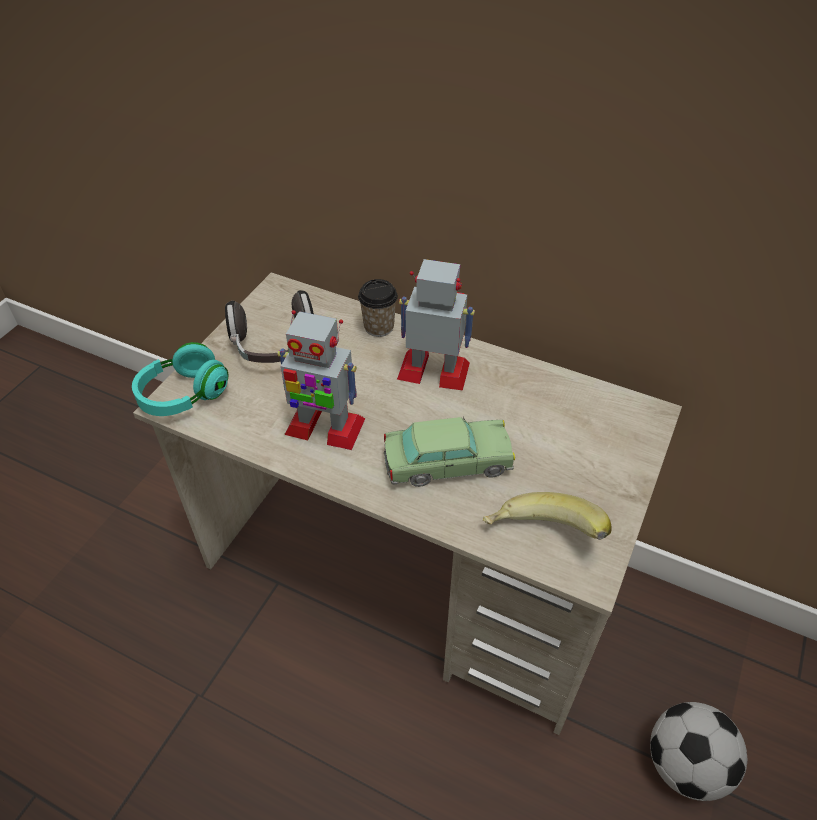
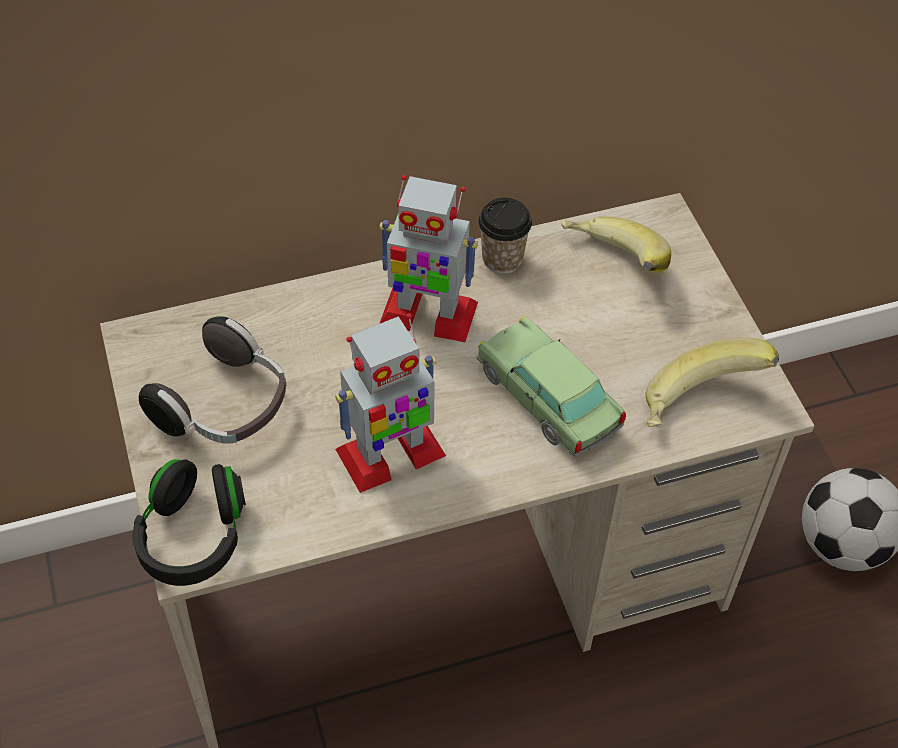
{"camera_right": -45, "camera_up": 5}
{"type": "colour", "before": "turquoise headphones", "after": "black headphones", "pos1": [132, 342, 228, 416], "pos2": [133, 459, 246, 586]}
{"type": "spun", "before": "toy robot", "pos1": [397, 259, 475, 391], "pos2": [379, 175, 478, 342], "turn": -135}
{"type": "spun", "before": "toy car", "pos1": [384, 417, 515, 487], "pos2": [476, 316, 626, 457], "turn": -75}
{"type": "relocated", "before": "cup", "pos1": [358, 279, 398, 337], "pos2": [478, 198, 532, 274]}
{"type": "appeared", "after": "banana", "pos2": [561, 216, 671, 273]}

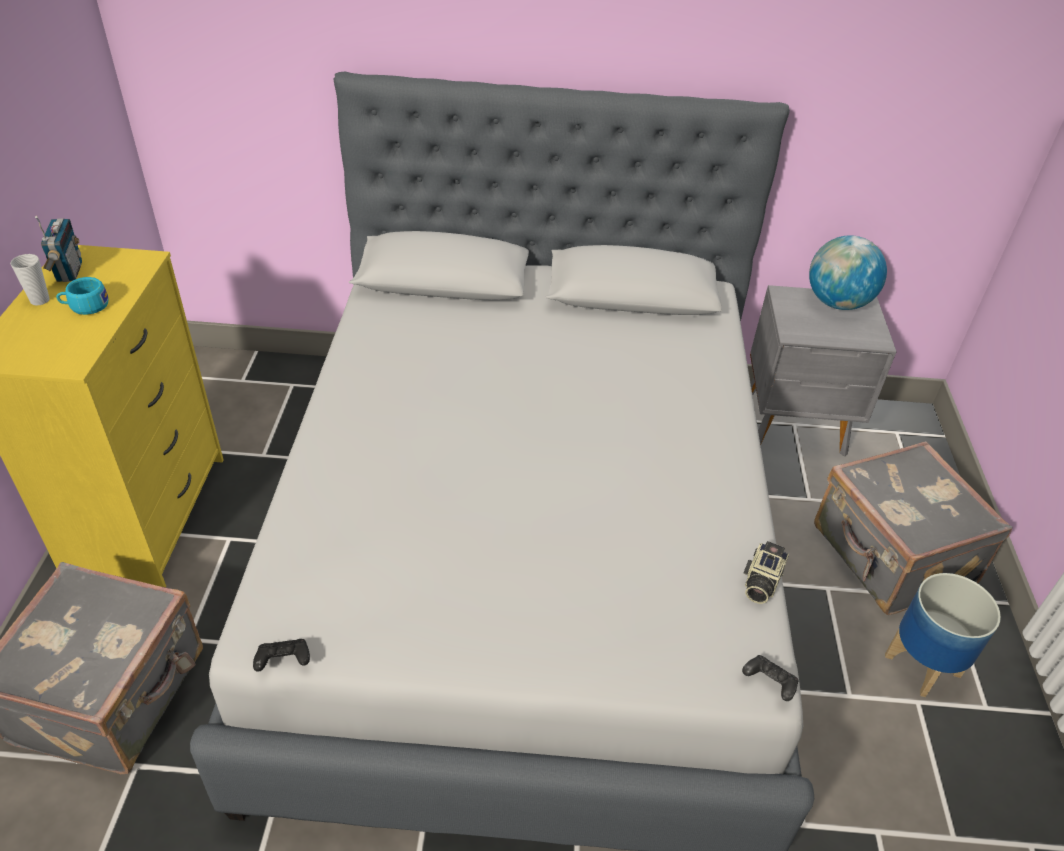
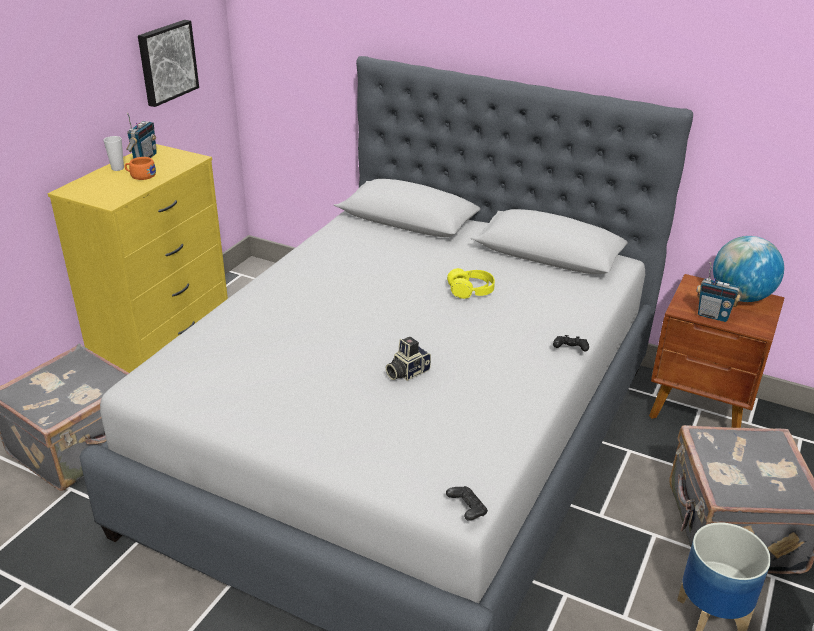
{"camera_right": 25, "camera_up": -10}
{"type": "colour", "before": "turquoise cup", "after": "orange cup", "pos1": [56, 277, 109, 315], "pos2": [125, 157, 156, 180]}
{"type": "appeared", "after": "picture", "pos2": [138, 20, 199, 107]}
{"type": "relocated", "before": "photo camera", "pos1": [744, 541, 789, 604], "pos2": [386, 336, 431, 381]}
{"type": "appeared", "after": "yellow headphones", "pos2": [447, 268, 495, 299]}
{"type": "relocated", "before": "black game controller", "pos1": [253, 639, 310, 672], "pos2": [553, 335, 589, 352]}
{"type": "colour", "before": "grey nightstand", "after": "brown nightstand", "pos1": [750, 285, 897, 457], "pos2": [649, 274, 785, 428]}
{"type": "appeared", "after": "radio", "pos2": [696, 262, 741, 322]}

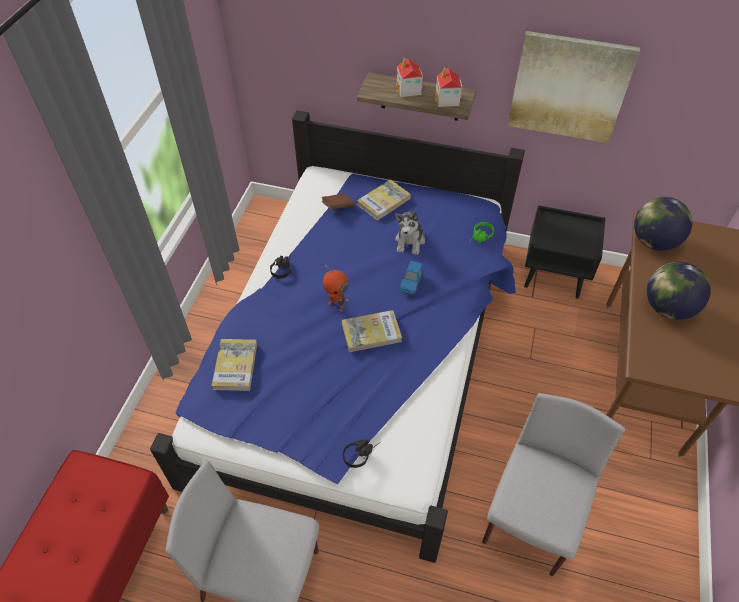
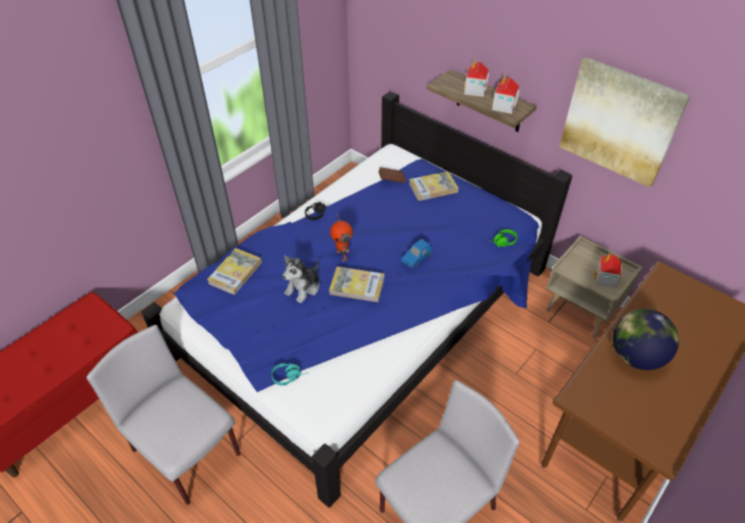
{"camera_right": 25, "camera_up": -5}
{"type": "colour", "before": "black headphones", "after": "turquoise headphones", "pos1": [343, 439, 380, 468], "pos2": [271, 363, 307, 385]}
{"type": "relocated", "before": "plush toy", "pos1": [395, 211, 425, 255], "pos2": [283, 255, 319, 303]}
{"type": "colour", "before": "black nightstand", "after": "beige nightstand", "pos1": [524, 205, 605, 299], "pos2": [546, 236, 643, 339]}
{"type": "appeared", "after": "toy house", "pos2": [594, 254, 622, 288]}
{"type": "missing", "before": "globe", "pos1": [634, 197, 692, 251]}

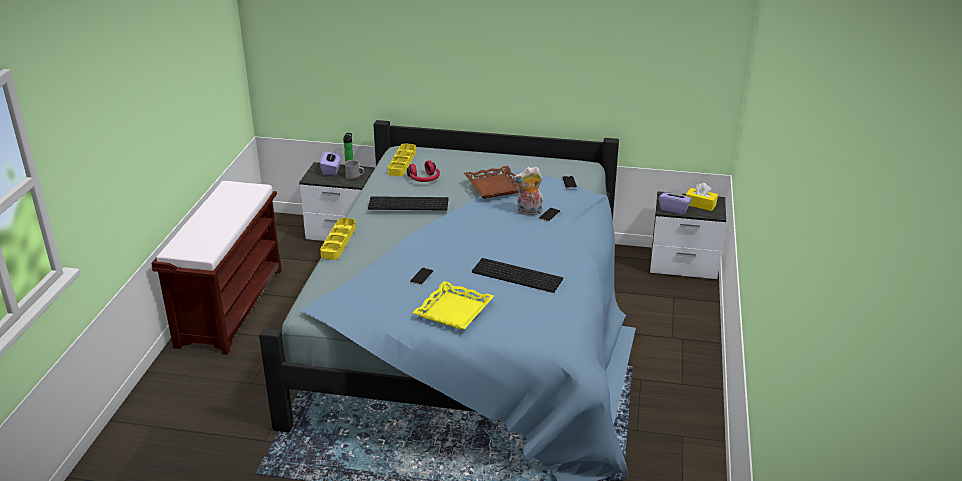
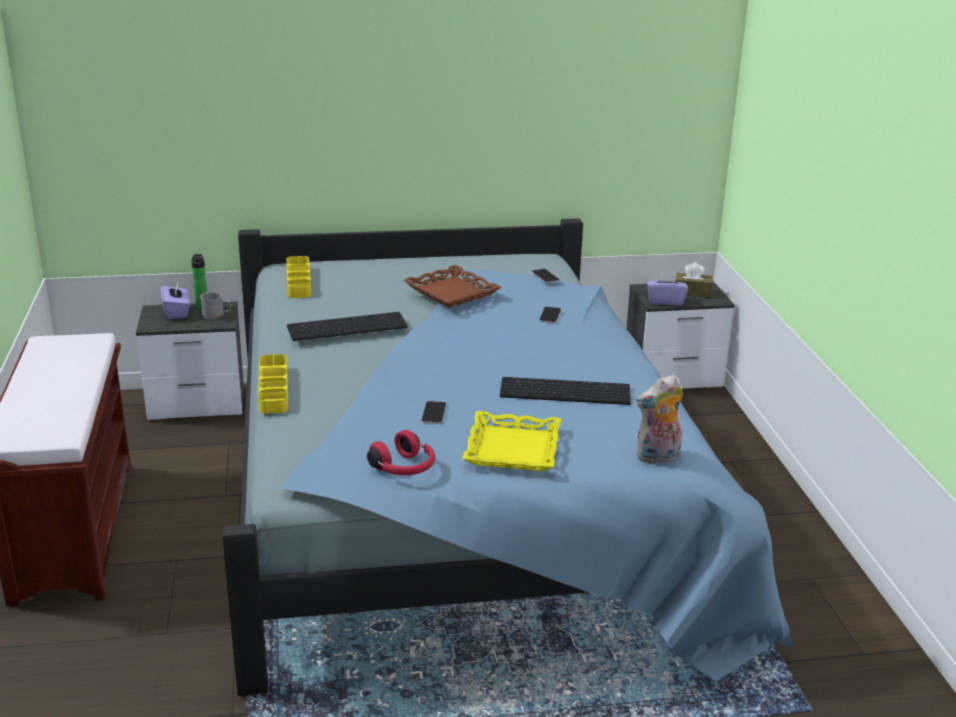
{"camera_right": -20, "camera_up": -5}
{"type": "relocated", "before": "red headphones", "pos1": [407, 160, 440, 182], "pos2": [367, 430, 435, 475]}
{"type": "relocated", "before": "plush toy", "pos1": [513, 166, 543, 215], "pos2": [637, 374, 683, 464]}
{"type": "colour", "before": "yellow tissue box", "after": "brown tissue box", "pos1": [686, 183, 718, 211], "pos2": [675, 262, 713, 298]}

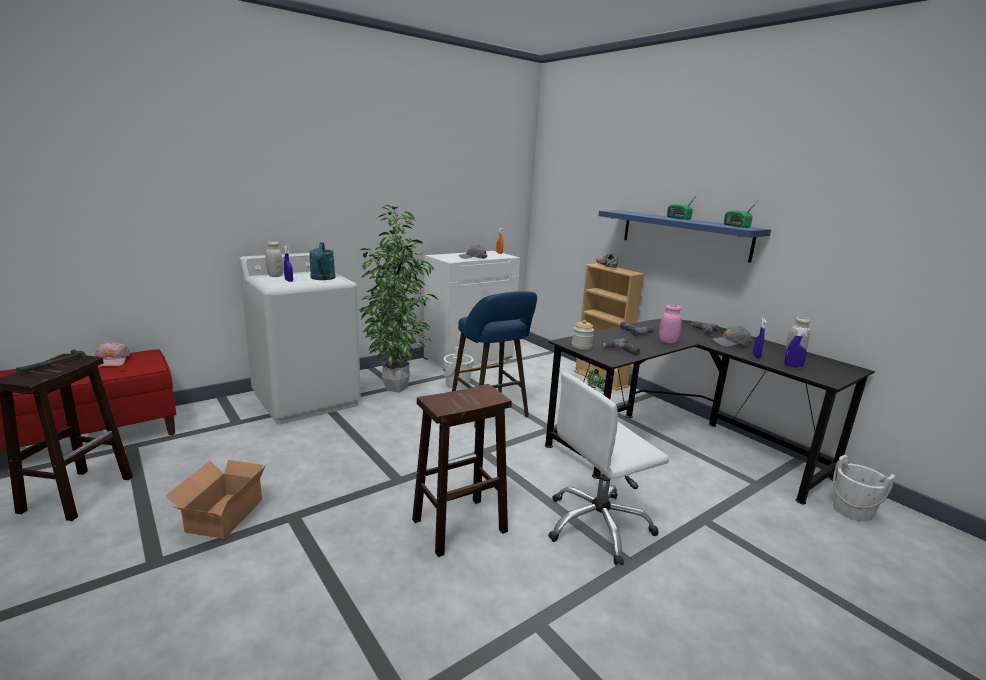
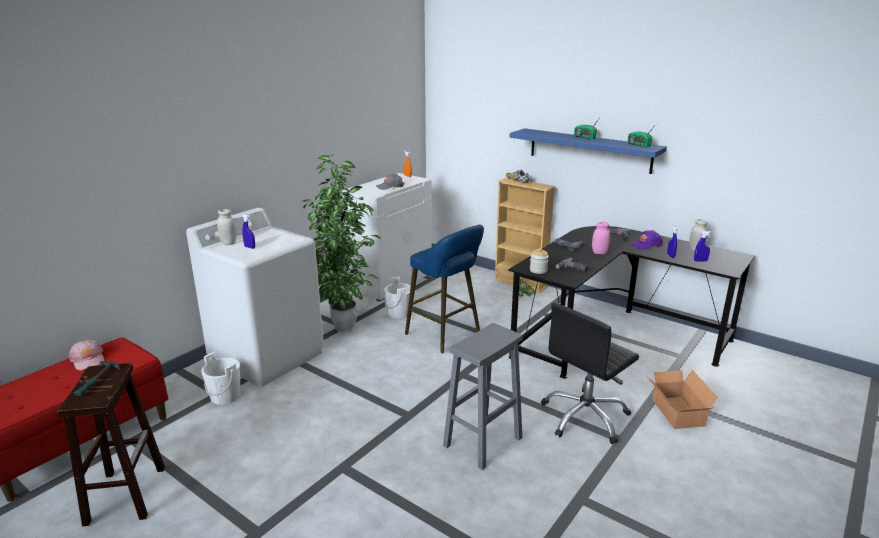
{"camera_right": -15, "camera_up": 5}
{"type": "relocated", "before": "white bucket", "pos1": [833, 455, 895, 521], "pos2": [201, 352, 240, 405]}
{"type": "colour", "before": "brown stool", "after": "grey stool", "pos1": [412, 384, 512, 557], "pos2": [443, 323, 523, 470]}
{"type": "colour", "before": "white office chair", "after": "black office chair", "pos1": [548, 372, 669, 565], "pos2": [541, 303, 639, 444]}
{"type": "colour", "before": "grey cap", "after": "purple cap", "pos1": [712, 326, 753, 346], "pos2": [630, 230, 663, 250]}
{"type": "relocated", "before": "cardboard box", "pos1": [165, 460, 266, 539], "pos2": [647, 370, 718, 429]}
{"type": "missing", "before": "turquoise watering can", "pos1": [309, 242, 336, 280]}

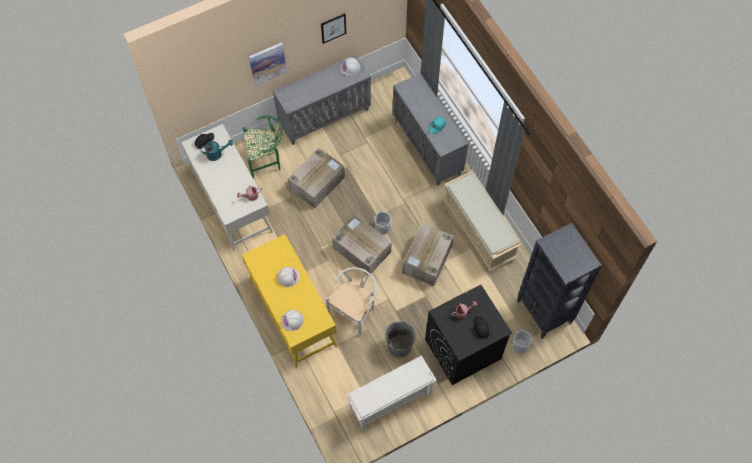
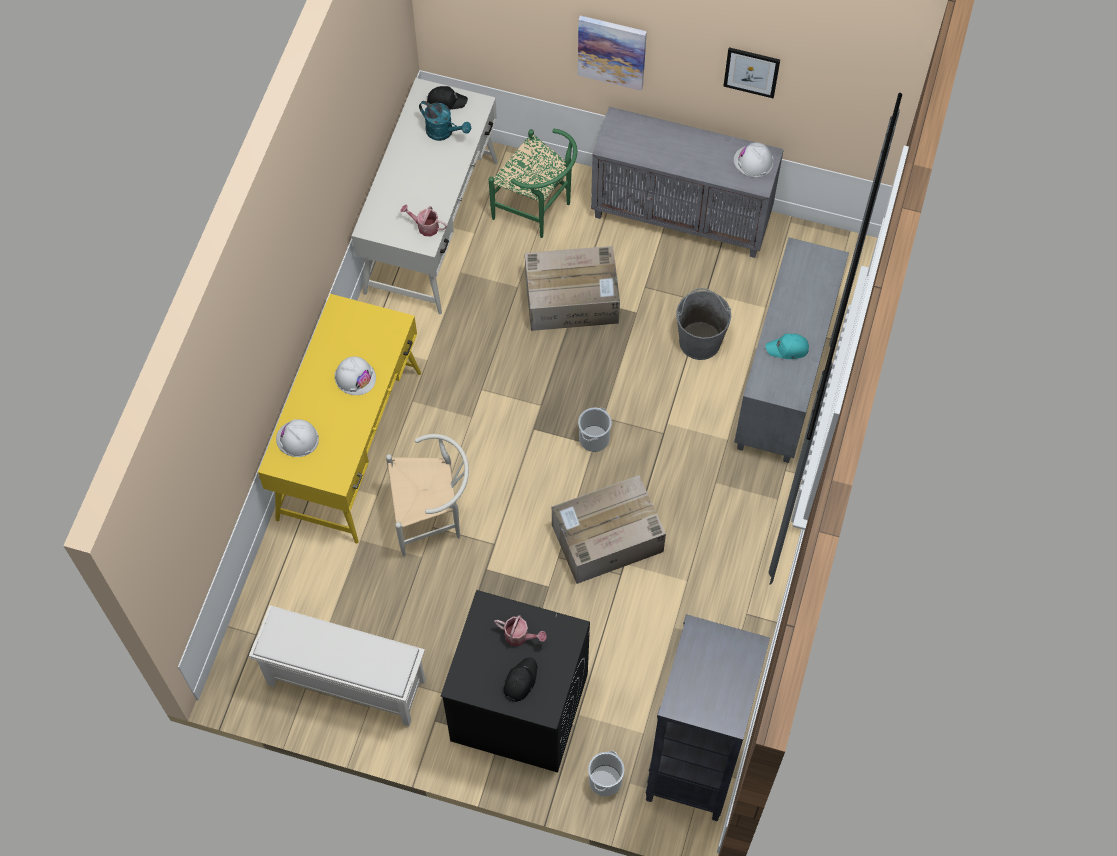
{"camera_right": 45, "camera_up": 0}
{"type": "relocated", "before": "grey bucket", "pos1": [385, 321, 416, 358], "pos2": [676, 288, 731, 360]}
{"type": "missing", "before": "cardboard box", "pos1": [332, 214, 392, 275]}
{"type": "missing", "before": "beige bench", "pos1": [443, 171, 521, 272]}

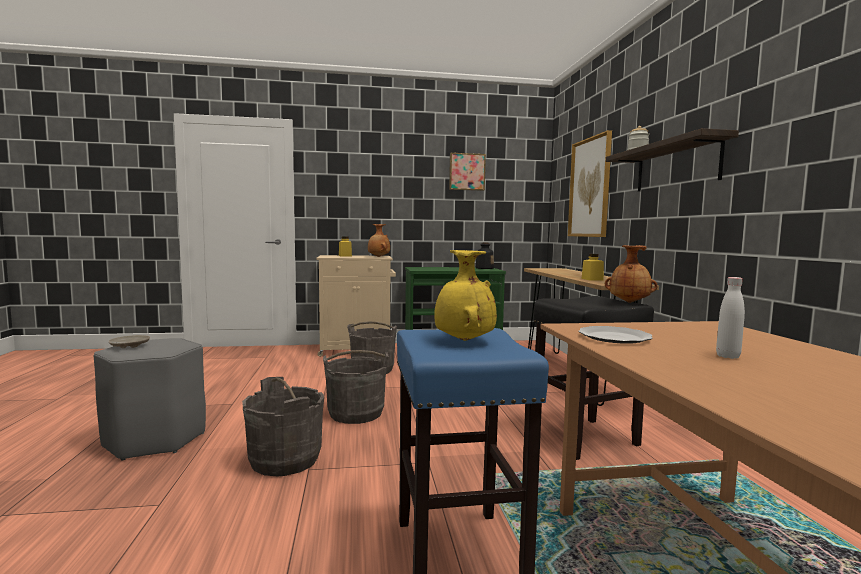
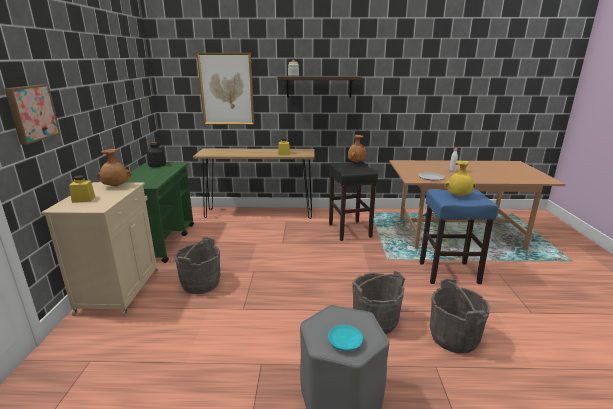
{"camera_right": -80, "camera_up": 15}
{"type": "relocated", "before": "picture", "pos1": [449, 153, 486, 191], "pos2": [4, 84, 60, 145]}
{"type": "colour", "before": "beige plate", "after": "turquoise plate", "pos1": [109, 335, 150, 348], "pos2": [328, 325, 363, 351]}
{"type": "relocated", "before": "grey bucket", "pos1": [323, 350, 389, 424], "pos2": [430, 279, 490, 353]}

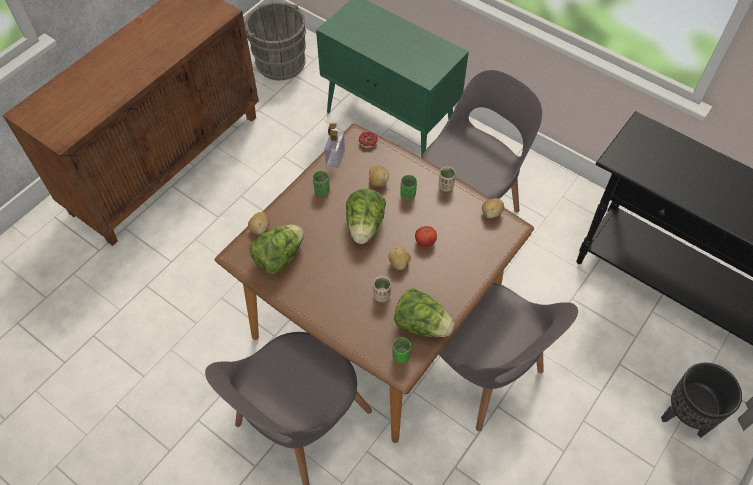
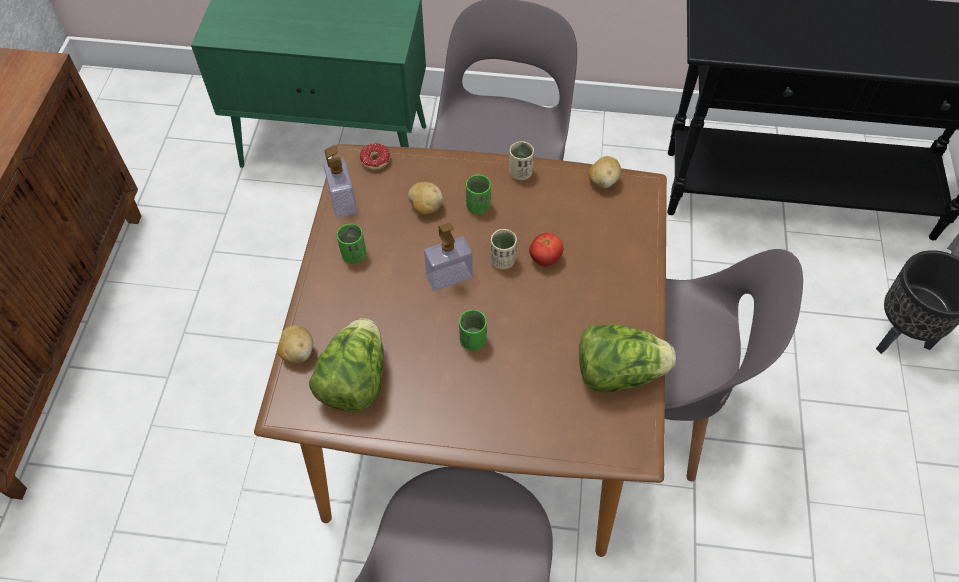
{"camera_right": -30, "camera_up": 0}
{"type": "exchanged", "before": "lettuce", "after": "soap dispenser", "pos1": [346, 189, 386, 244], "pos2": [424, 223, 473, 291]}
{"type": "relocated", "before": "green cup", "pos1": [392, 337, 411, 364], "pos2": [459, 310, 487, 351]}
{"type": "relocated", "before": "beige cup", "pos1": [373, 276, 391, 302], "pos2": [490, 229, 517, 269]}
{"type": "missing", "before": "grey bucket", "pos1": [245, 2, 307, 80]}
{"type": "missing", "before": "potato", "pos1": [389, 246, 411, 270]}

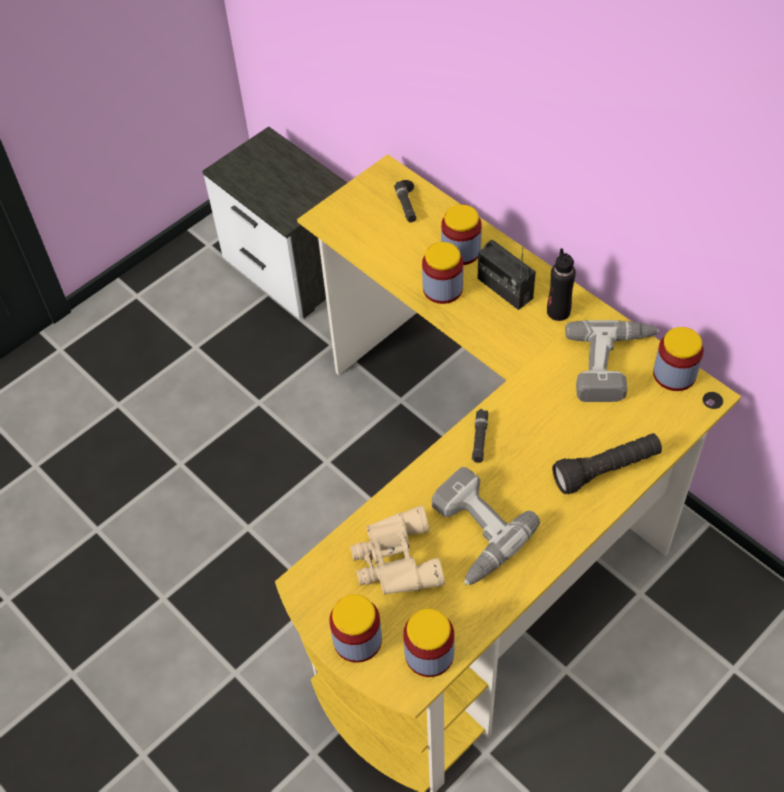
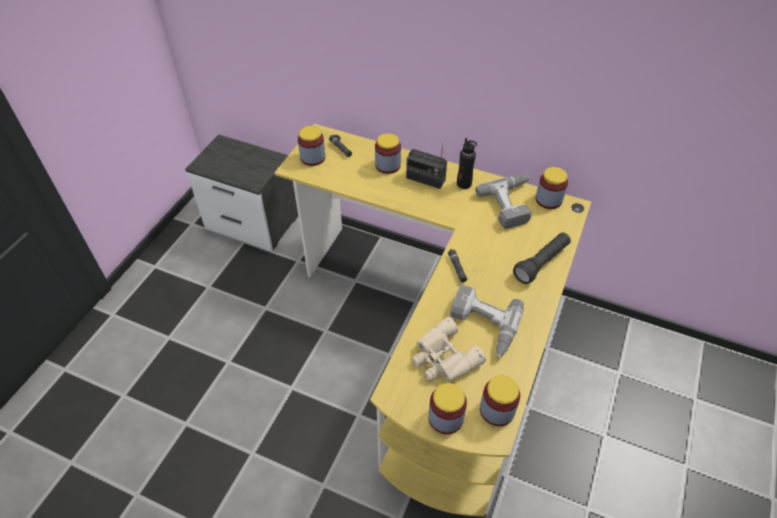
{"camera_right": -25, "camera_up": -5}
{"type": "relocated", "before": "jar", "pos1": [422, 242, 464, 304], "pos2": [298, 126, 325, 166]}

